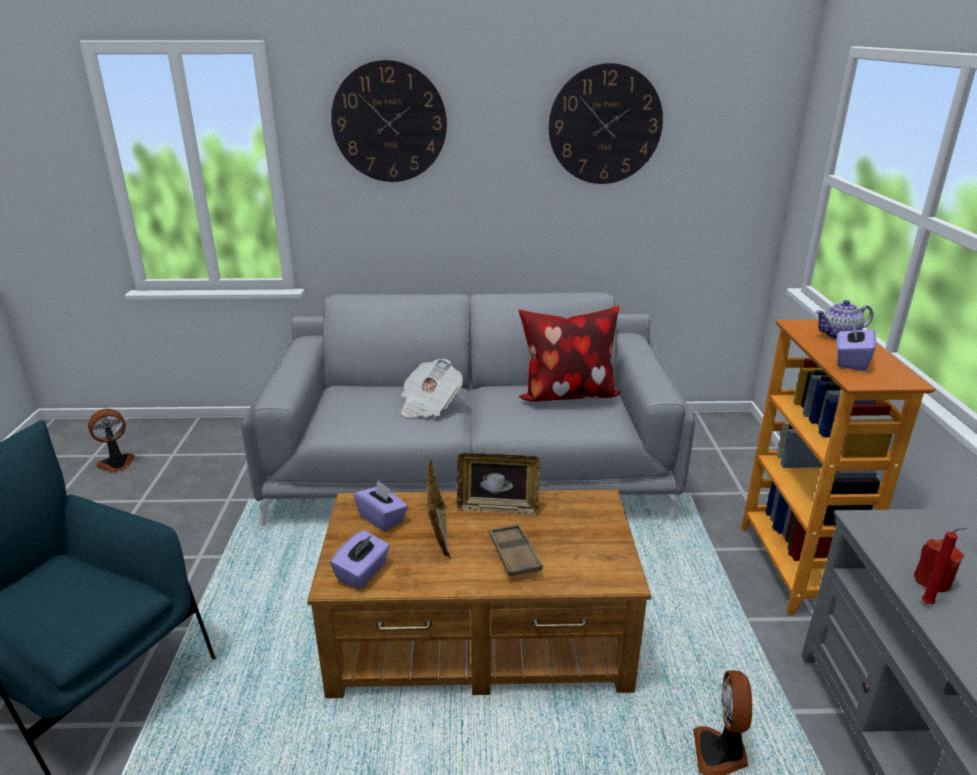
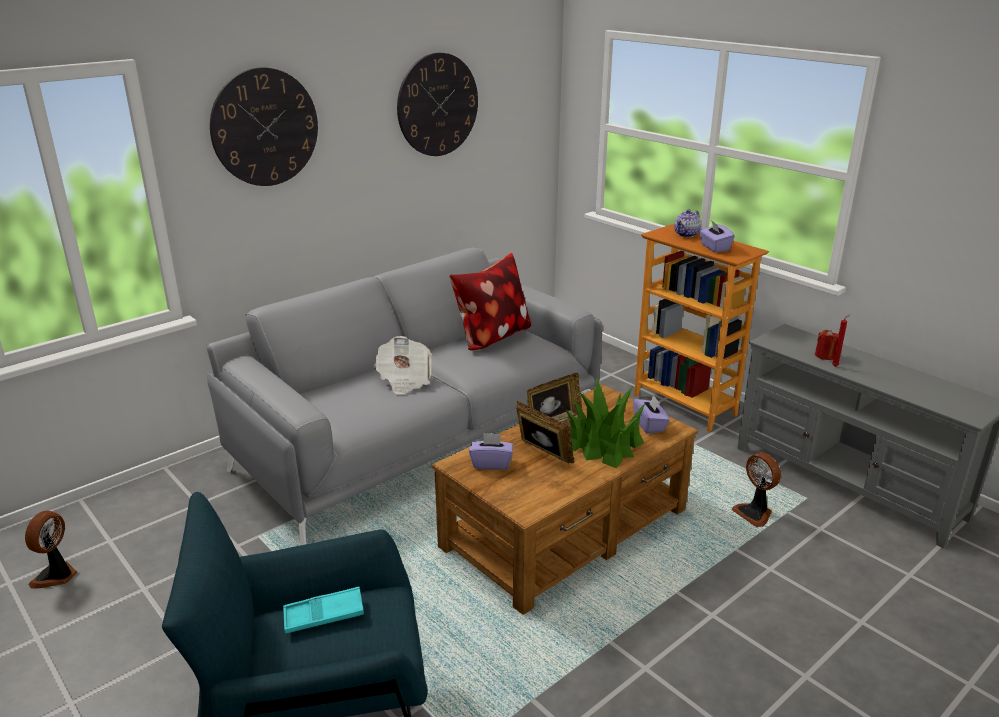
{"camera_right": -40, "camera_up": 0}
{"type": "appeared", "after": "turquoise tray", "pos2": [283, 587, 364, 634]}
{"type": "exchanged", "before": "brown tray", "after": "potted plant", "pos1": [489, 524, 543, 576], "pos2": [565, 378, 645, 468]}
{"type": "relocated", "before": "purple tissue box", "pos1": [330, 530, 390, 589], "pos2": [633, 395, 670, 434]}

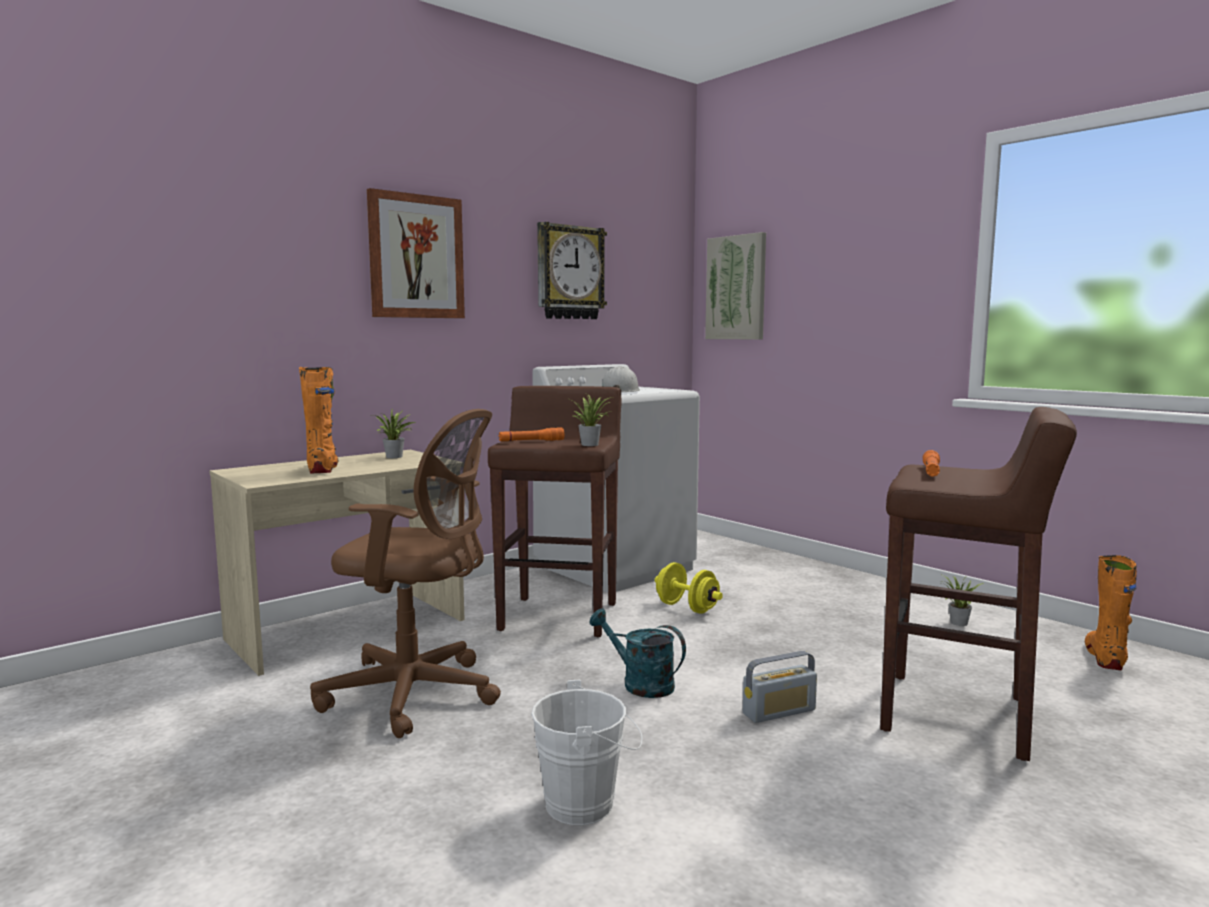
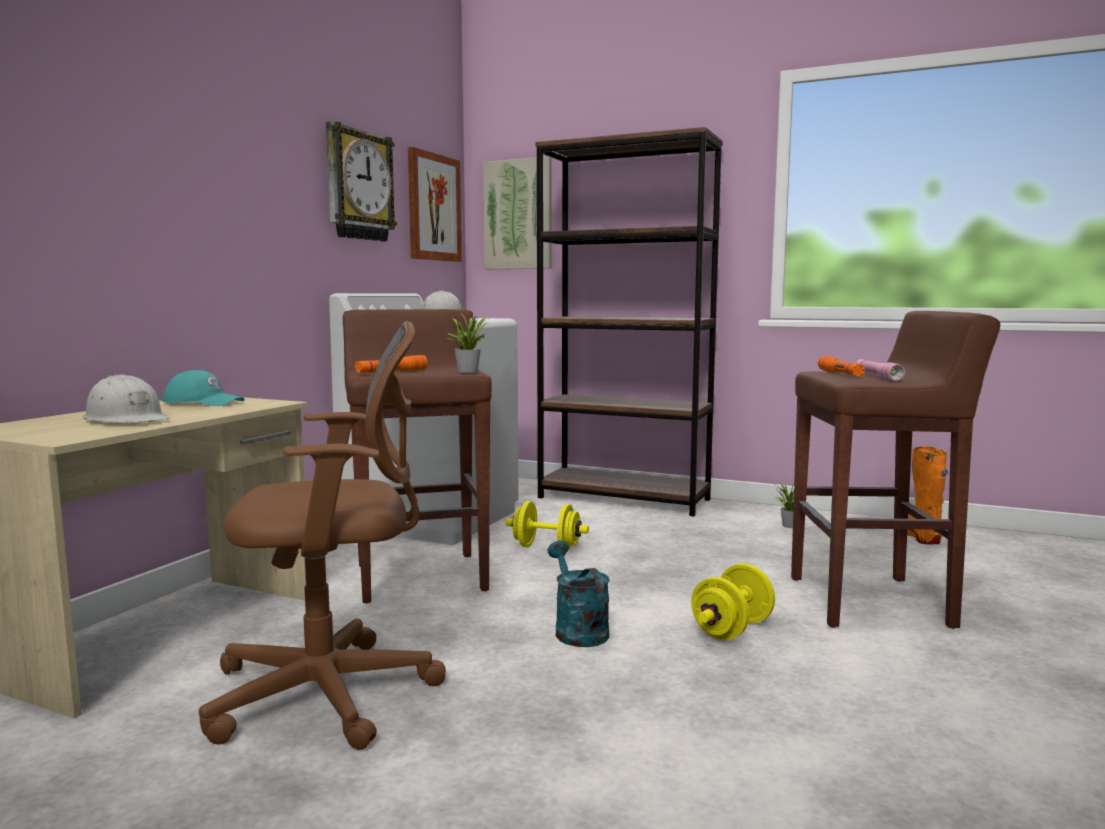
{"camera_right": -25, "camera_up": 0}
{"type": "exchanged", "before": "orange boot", "after": "white hard hat", "pos1": [299, 367, 339, 474], "pos2": [82, 375, 169, 423]}
{"type": "exchanged", "before": "potted plant", "after": "turquoise cap", "pos1": [372, 410, 415, 458], "pos2": [162, 370, 244, 406]}
{"type": "relocated", "before": "picture", "pos1": [367, 188, 465, 318], "pos2": [408, 147, 462, 262]}
{"type": "appeared", "after": "brown bookcase", "pos2": [536, 127, 723, 516]}
{"type": "spun", "before": "turquoise watering can", "pos1": [589, 608, 686, 698], "pos2": [547, 540, 610, 647], "turn": 60}
{"type": "exchanged", "before": "radio", "after": "yellow dumbbell", "pos1": [743, 651, 817, 723], "pos2": [691, 563, 775, 640]}
{"type": "appeared", "after": "pink flashlight", "pos2": [856, 359, 905, 381]}
{"type": "missing", "before": "white bucket", "pos1": [531, 680, 642, 825]}

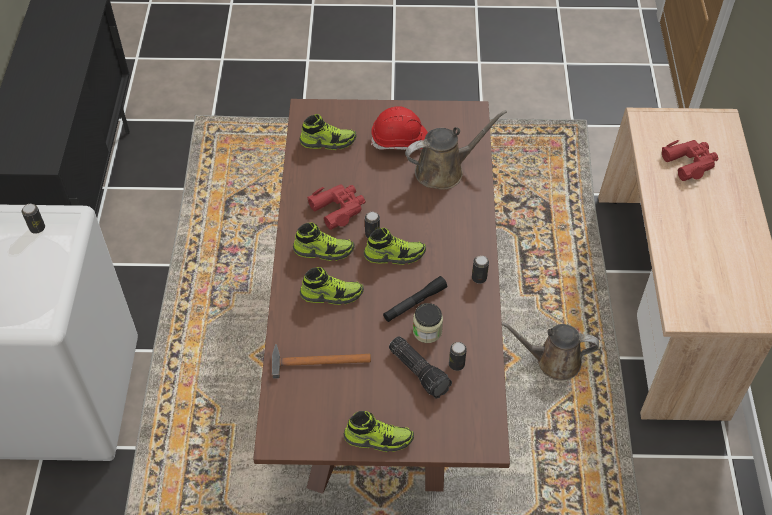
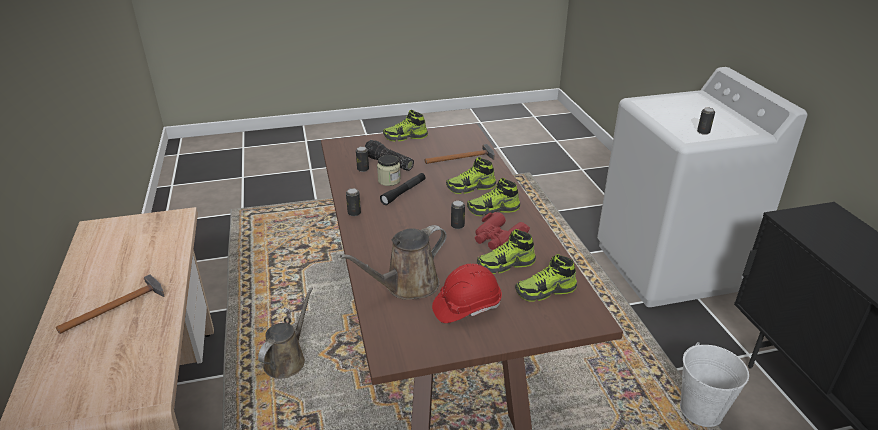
{"camera_right": 165, "camera_up": -20}
{"type": "appeared", "after": "hammer", "pos2": [56, 274, 165, 334]}
{"type": "spun", "before": "brown watering can", "pos1": [502, 322, 599, 381], "pos2": [258, 287, 313, 379], "turn": -60}
{"type": "relocated", "before": "shoe", "pos1": [364, 228, 426, 265], "pos2": [477, 229, 536, 274]}
{"type": "appeared", "after": "white bucket", "pos2": [680, 342, 749, 427]}
{"type": "missing", "before": "red binoculars", "pos1": [662, 140, 719, 181]}

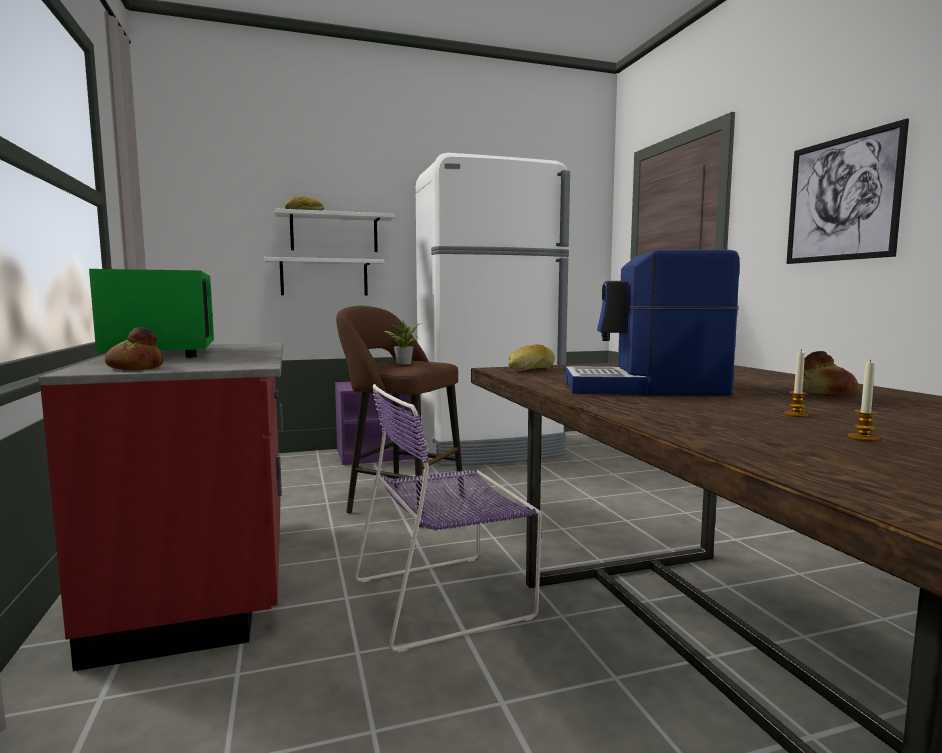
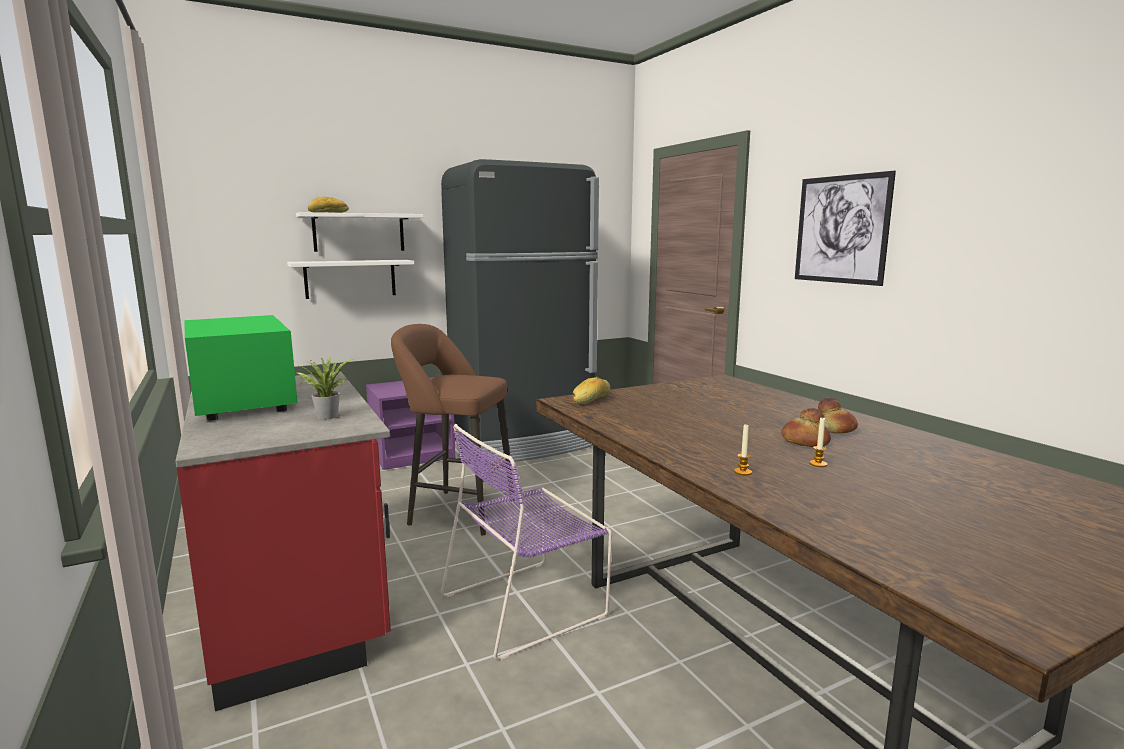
{"camera_right": -10, "camera_up": 5}
{"type": "relocated", "before": "potted plant", "pos1": [385, 321, 422, 364], "pos2": [297, 357, 354, 419]}
{"type": "colour", "before": "white fridge", "after": "black fridge", "pos1": [416, 153, 570, 466], "pos2": [441, 159, 599, 462]}
{"type": "relocated", "before": "candle", "pos1": [848, 359, 880, 442], "pos2": [734, 423, 752, 476]}
{"type": "relocated", "before": "bread", "pos1": [105, 327, 163, 370], "pos2": [782, 408, 831, 447]}
{"type": "missing", "before": "coffee machine", "pos1": [565, 249, 740, 396]}

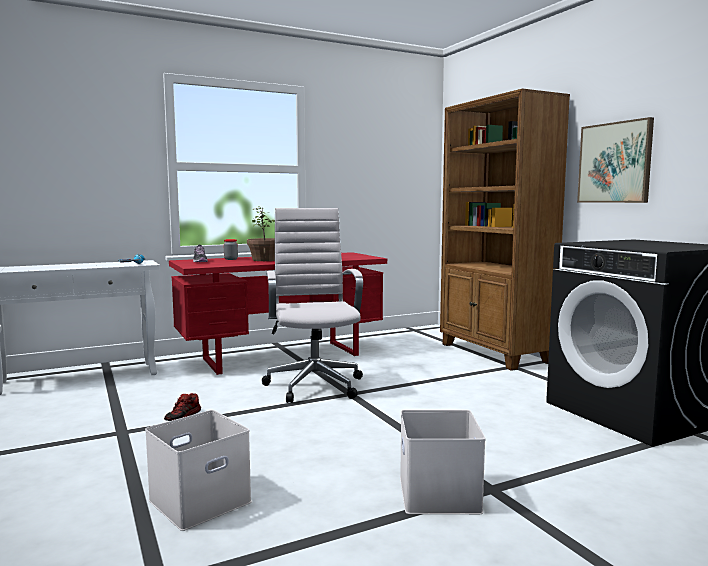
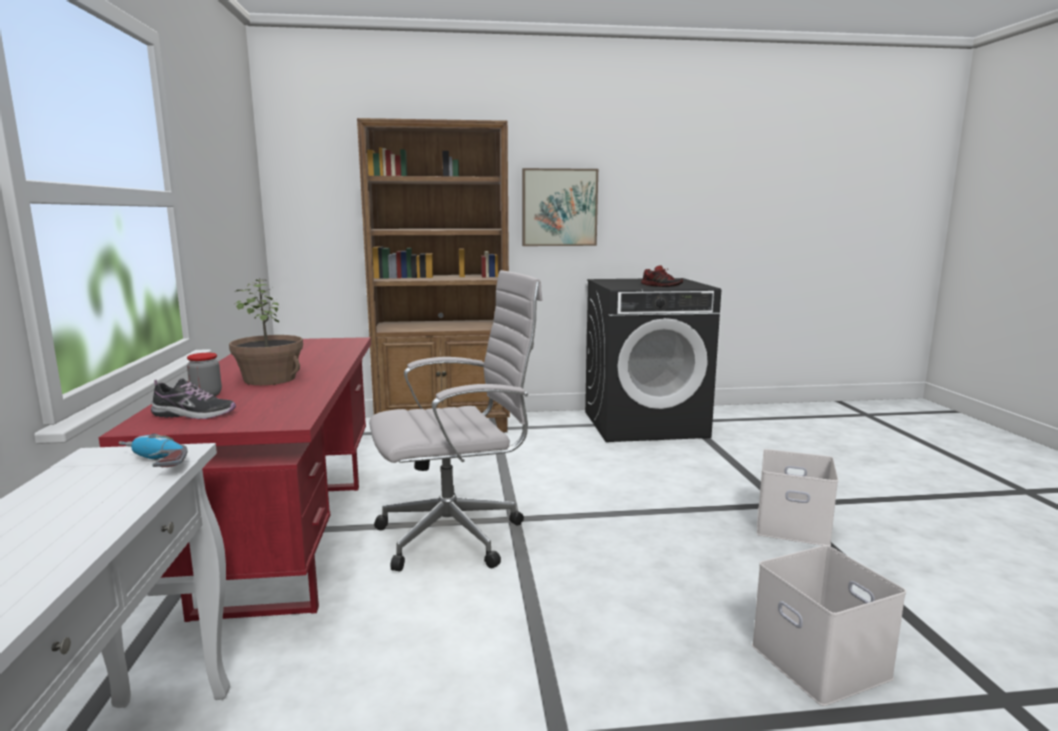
{"camera_right": -70, "camera_up": 5}
{"type": "spun", "before": "white office chair", "pos1": [262, 208, 363, 403], "pos2": [369, 270, 542, 571], "turn": 150}
{"type": "relocated", "before": "shoe", "pos1": [164, 393, 201, 421], "pos2": [641, 265, 683, 287]}

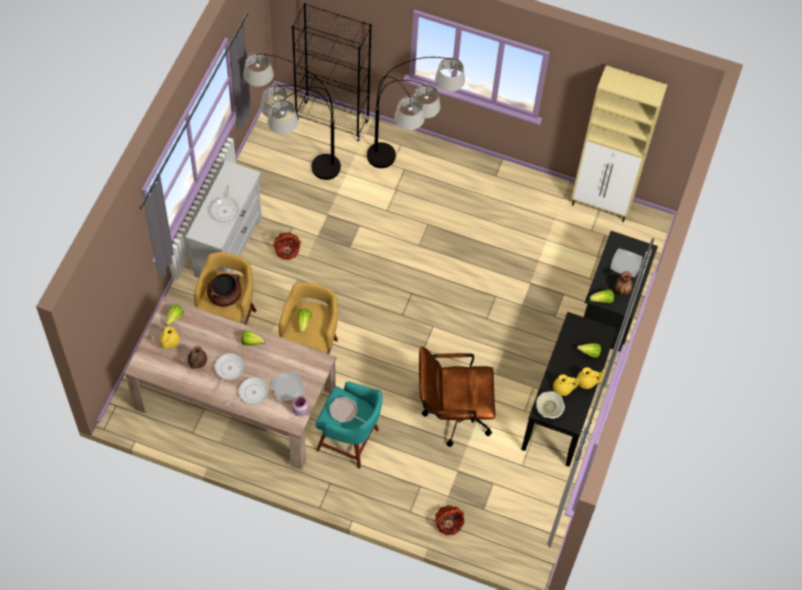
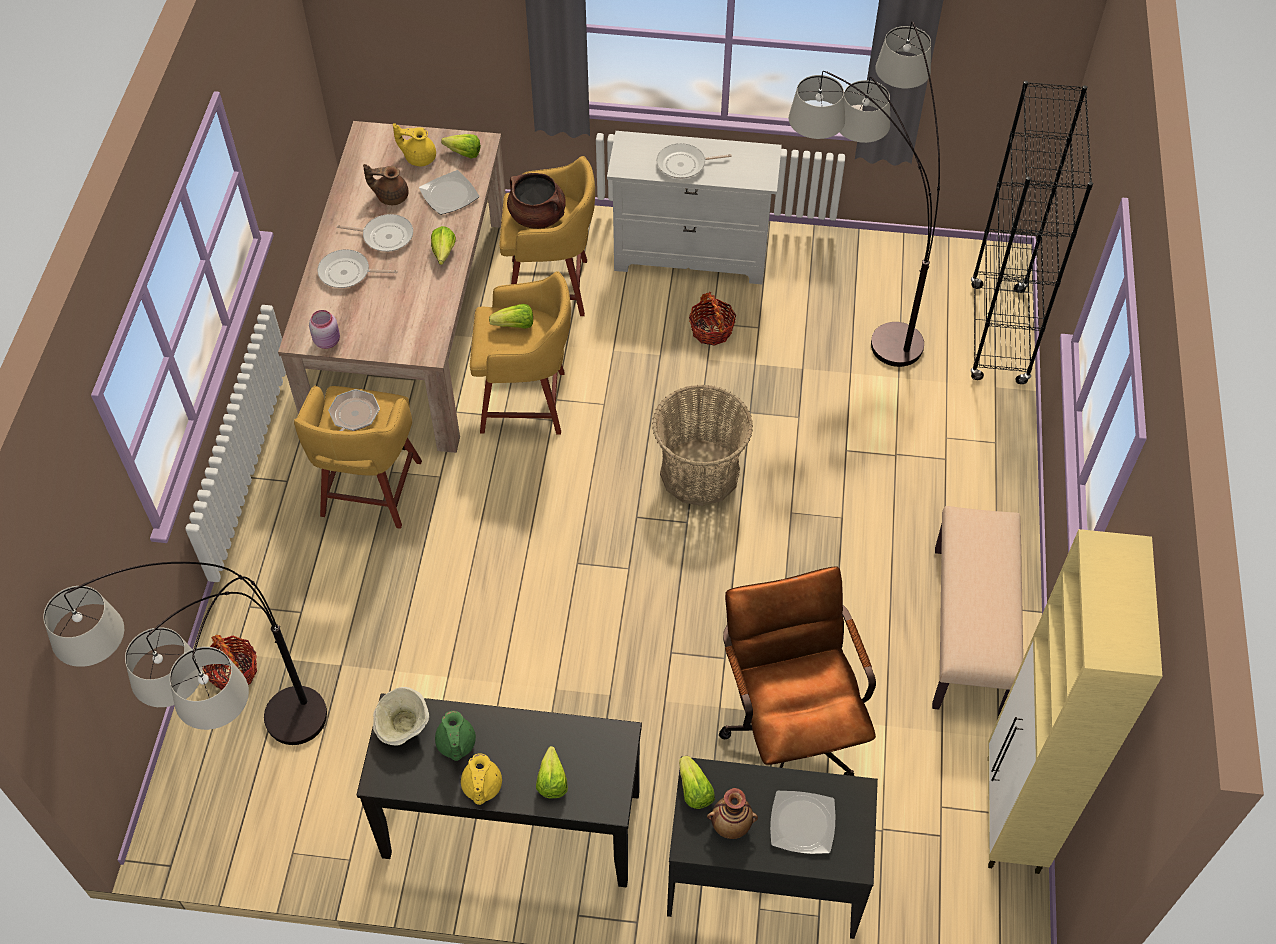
{"camera_right": 80, "camera_up": -5}
{"type": "relocated", "before": "floor lamp", "pos1": [367, 57, 465, 168], "pos2": [43, 562, 327, 745]}
{"type": "colour", "before": "turquoise stool", "after": "yellow stool", "pos1": [316, 381, 383, 469], "pos2": [294, 386, 422, 529]}
{"type": "spun", "before": "frying pan", "pos1": [225, 377, 269, 405], "pos2": [317, 249, 398, 288], "turn": 135}
{"type": "relocated", "before": "plate", "pos1": [271, 371, 305, 402], "pos2": [419, 170, 480, 215]}
{"type": "colour", "before": "yellow teapot", "after": "green teapot", "pos1": [553, 374, 580, 396], "pos2": [435, 711, 476, 761]}
{"type": "appeared", "after": "basket", "pos2": [652, 385, 753, 506]}
{"type": "relocated", "before": "brown office chair", "pos1": [419, 346, 495, 447], "pos2": [719, 566, 876, 776]}
{"type": "appeared", "after": "beige bench", "pos2": [932, 506, 1023, 716]}

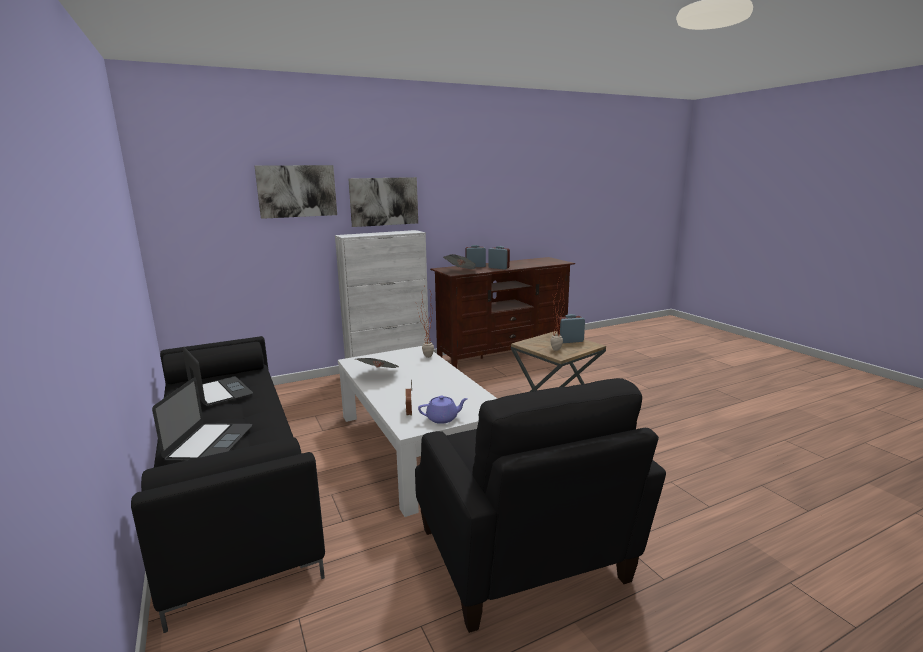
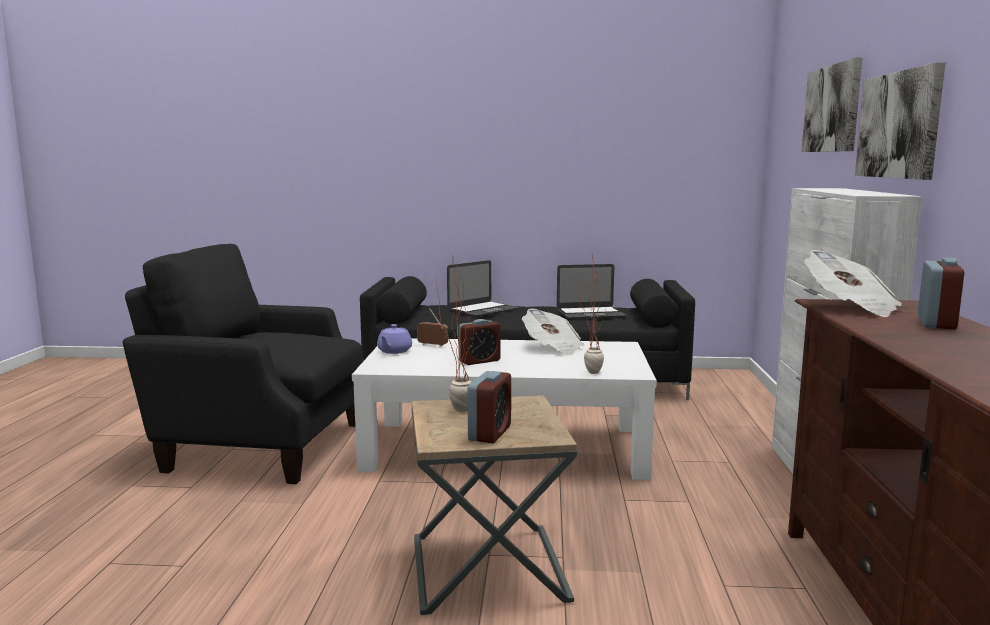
{"camera_right": 120, "camera_up": -5}
{"type": "spun", "before": "laptop", "pos1": [152, 377, 252, 461], "pos2": [447, 260, 519, 316], "turn": -75}
{"type": "relocated", "before": "alarm clock", "pos1": [488, 246, 510, 269], "pos2": [458, 319, 500, 365]}

